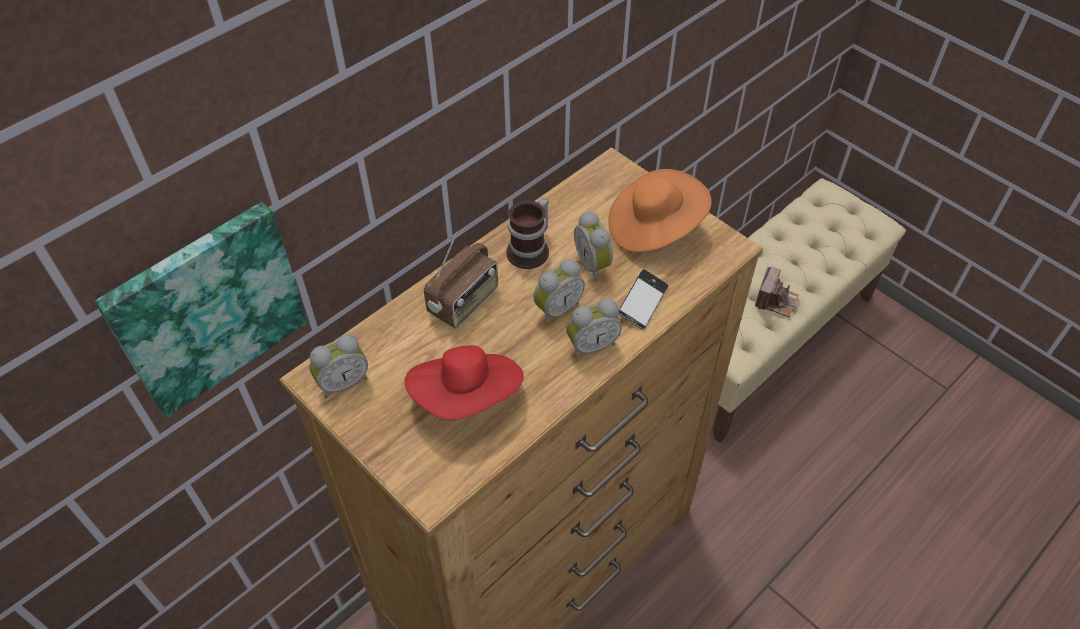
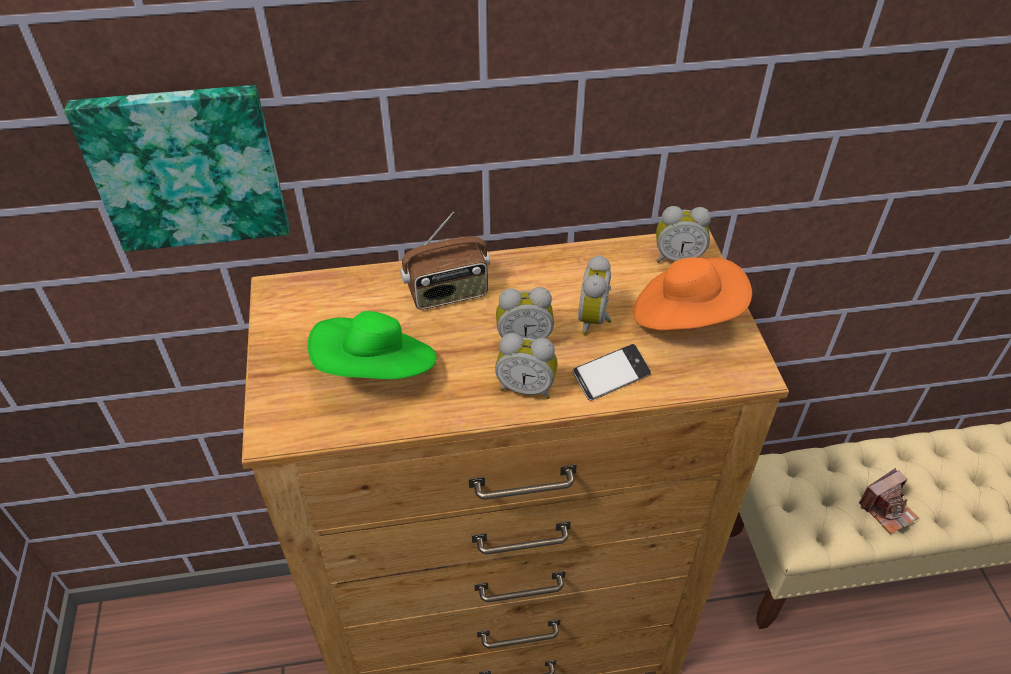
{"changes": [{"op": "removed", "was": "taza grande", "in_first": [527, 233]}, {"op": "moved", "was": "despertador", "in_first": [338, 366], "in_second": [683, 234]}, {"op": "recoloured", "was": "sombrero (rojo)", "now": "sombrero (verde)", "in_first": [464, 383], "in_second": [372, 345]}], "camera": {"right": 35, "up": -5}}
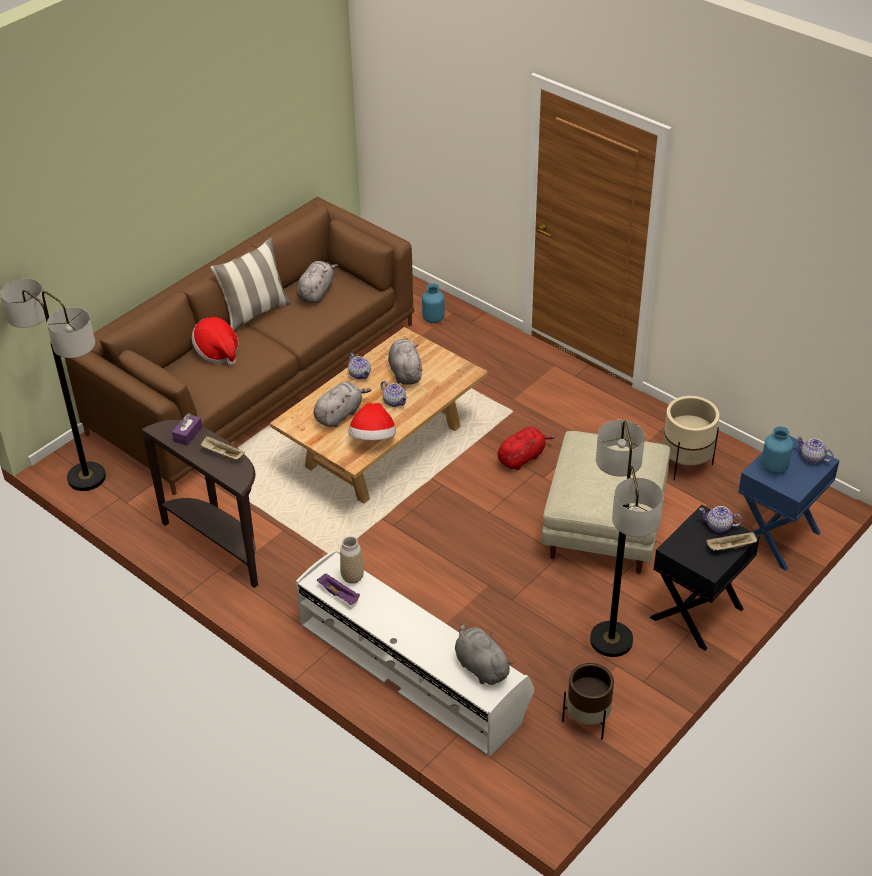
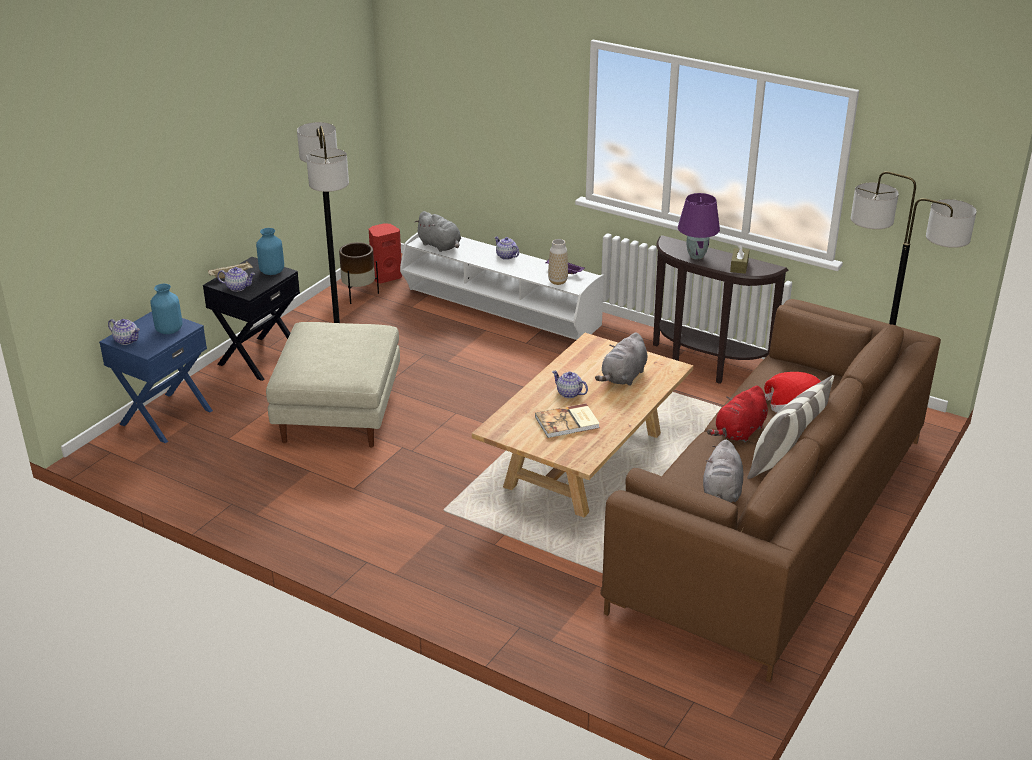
{"changes": [{"op": "removed", "was": "sombrero", "in_first": [372, 421]}, {"op": "removed", "was": "maceta (beis)", "in_first": [690, 438]}, {"op": "added", "now": "altavoz (rojo)", "in_second": [385, 253]}, {"op": "moved", "was": "tetera", "in_first": [359, 366], "in_second": [506, 248]}, {"op": "moved", "was": "florero (azul)", "in_first": [433, 303], "in_second": [270, 251]}, {"op": "moved", "was": "peluche (rojo)", "in_first": [526, 448], "in_second": [737, 414]}, {"op": "replaced", "was": "bandeja (beis)", "now": "lámpara de mesa (morado)", "in_first": [222, 447], "in_second": [699, 226]}, {"op": "replaced", "was": "peluche (gris)", "now": "libro", "in_first": [405, 361], "in_second": [567, 420]}, {"op": "recoloured", "was": "caja de pañuelos (morado)", "now": "caja de pañuelos (marrón)", "in_first": [187, 429], "in_second": [739, 259]}], "camera": {"right": 170, "up": -10}}
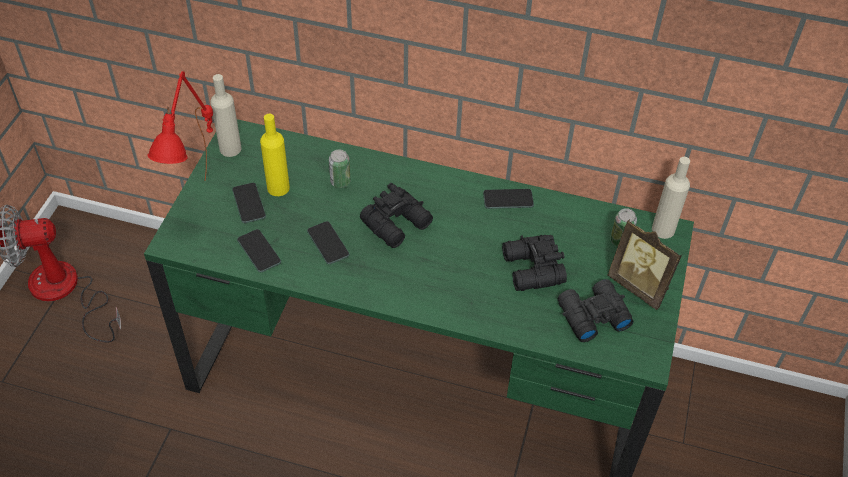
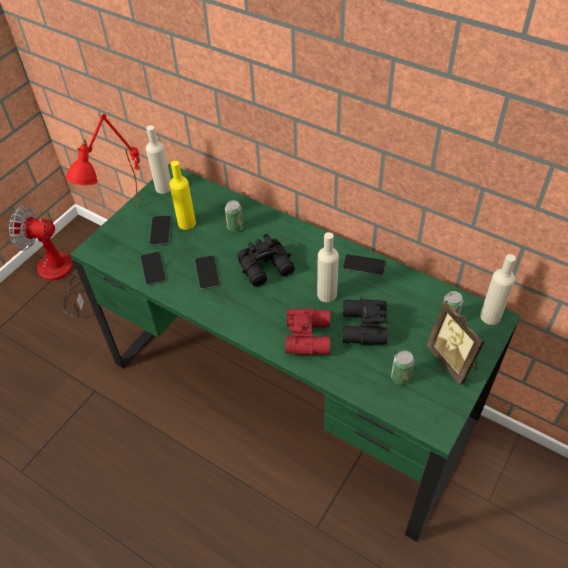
{"changes": [{"op": "added", "now": "prismáticos (rojo)", "in_second": [307, 331]}, {"op": "added", "now": "botella (beis)", "in_second": [328, 267]}, {"op": "replaced", "was": "prismáticos (negro)", "now": "lata", "in_first": [595, 310], "in_second": [402, 367]}], "camera": {"right": 20, "up": 0}}
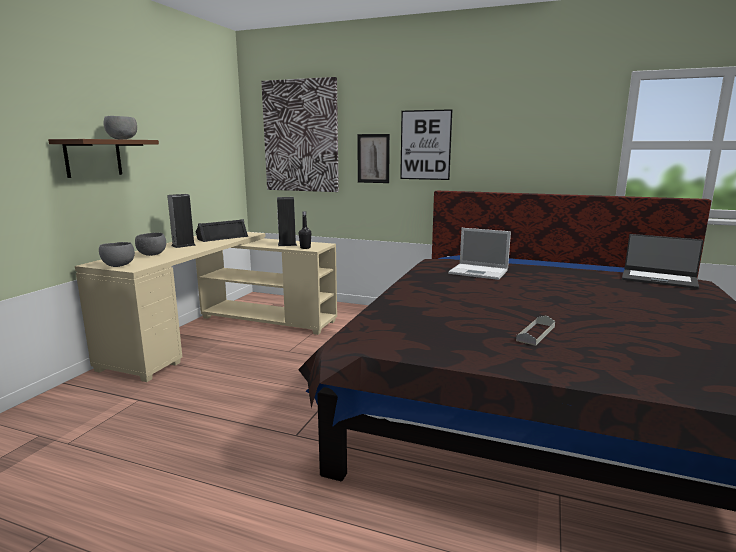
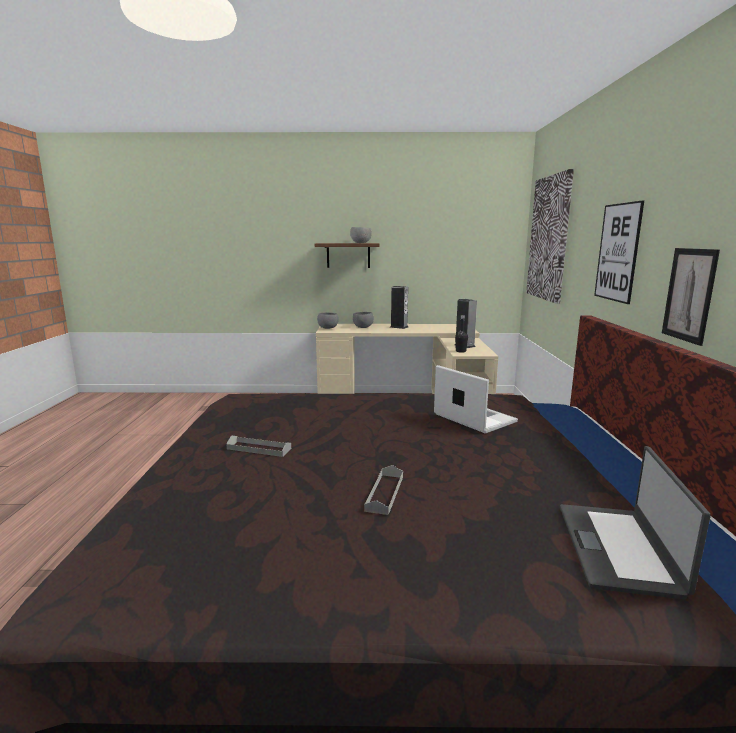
{"changes": [{"op": "removed", "was": "altavoz (negro)", "in_first": [222, 230]}, {"op": "added", "now": "bandeja (gris)", "in_second": [383, 490]}, {"op": "moved", "was": "cuadro", "in_first": [373, 158], "in_second": [691, 297]}, {"op": "turned", "was": "portátil", "in_first": [479, 254], "in_second": [476, 399], "clockwise": 135}], "camera": {"right": 70, "up": 0}}
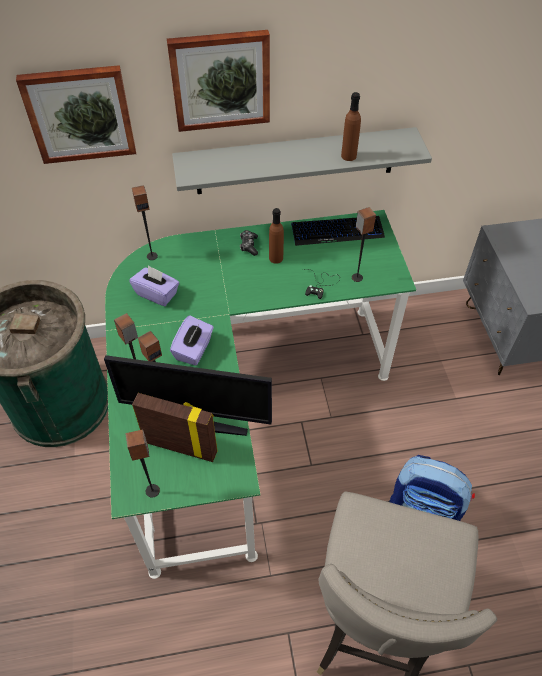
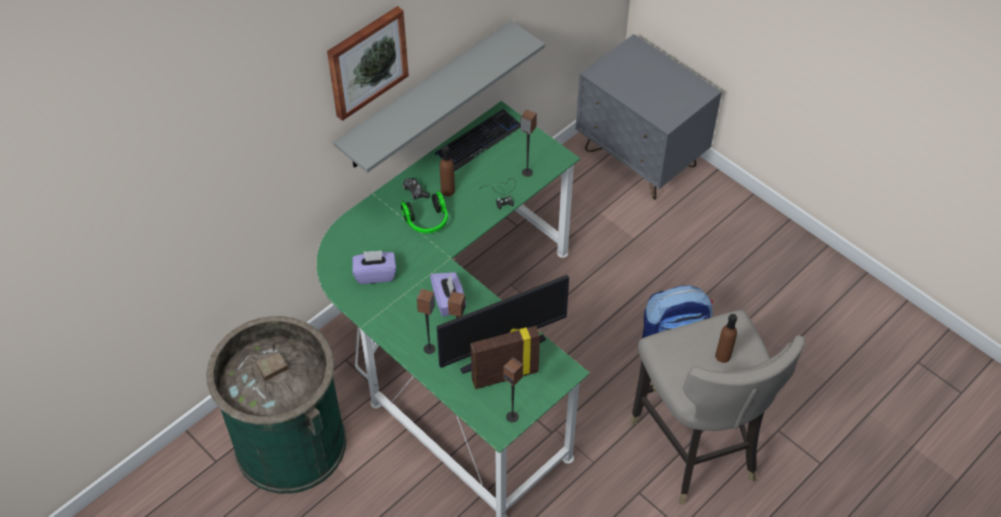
{"changes": [{"op": "removed", "was": "cuadro", "in_first": [76, 114]}, {"op": "removed", "was": "altavoz", "in_first": [145, 222]}, {"op": "added", "now": "auriculares", "in_second": [424, 212]}, {"op": "moved", "was": "botella (marrón)", "in_first": [351, 126], "in_second": [726, 338]}], "camera": {"right": -35, "up": 0}}
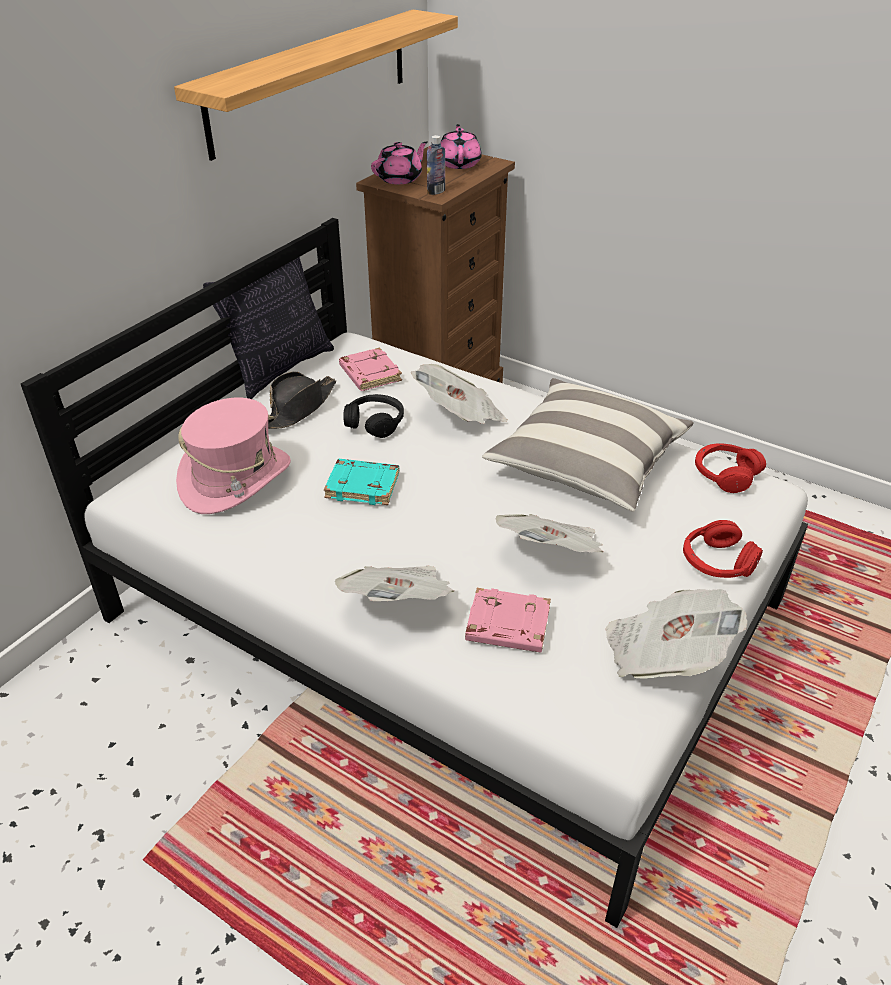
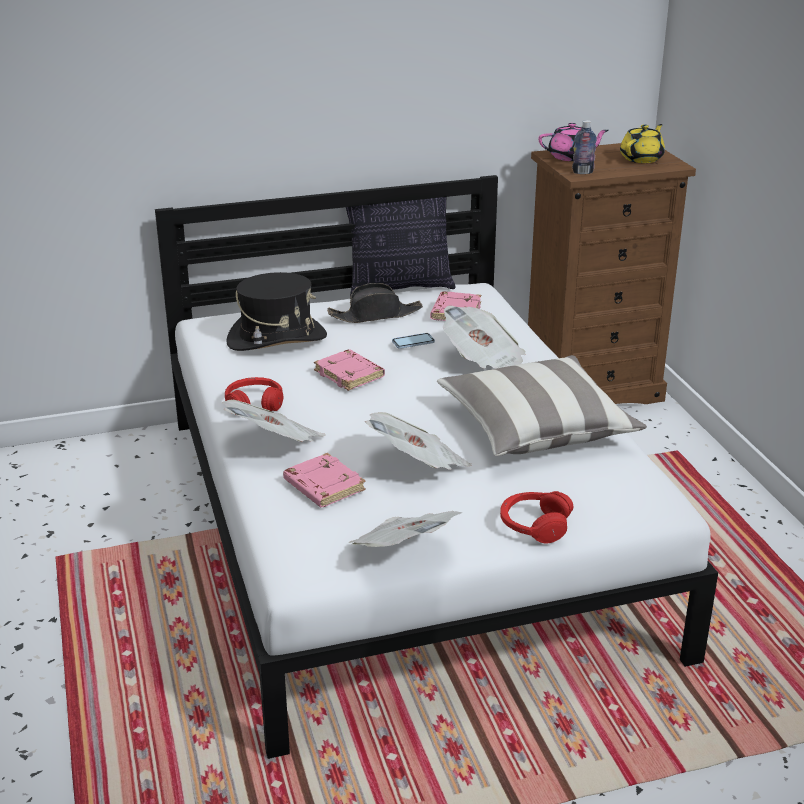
{"changes": [{"op": "removed", "was": "estante", "in_first": [316, 85]}, {"op": "moved", "was": "auriculares (rojo)", "in_first": [730, 468], "in_second": [254, 396]}, {"op": "replaced", "was": "auriculares (negro)", "now": "móvil", "in_first": [373, 416], "in_second": [413, 341]}, {"op": "recoloured", "was": "sombrero (rosa)", "now": "sombrero (negro)", "in_first": [233, 456], "in_second": [276, 311]}, {"op": "recoloured", "was": "libro (turquesa)", "now": "libro (rosa)", "in_first": [361, 482], "in_second": [349, 370]}, {"op": "recoloured", "was": "tetera (rosa)", "now": "tetera (amarillo)", "in_first": [461, 146], "in_second": [642, 143]}], "camera": {"right": 40, "up": -10}}
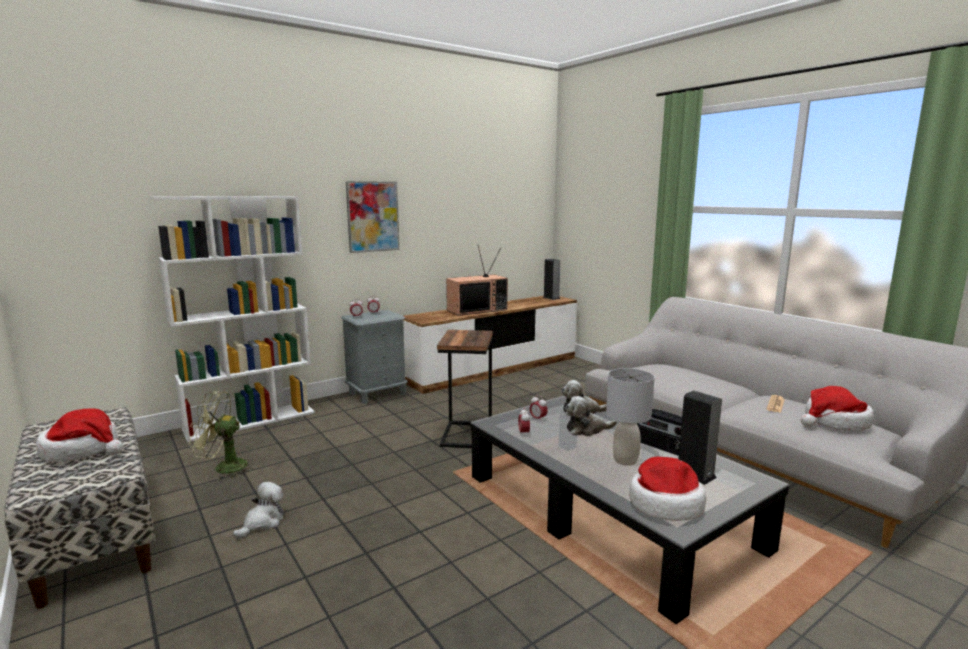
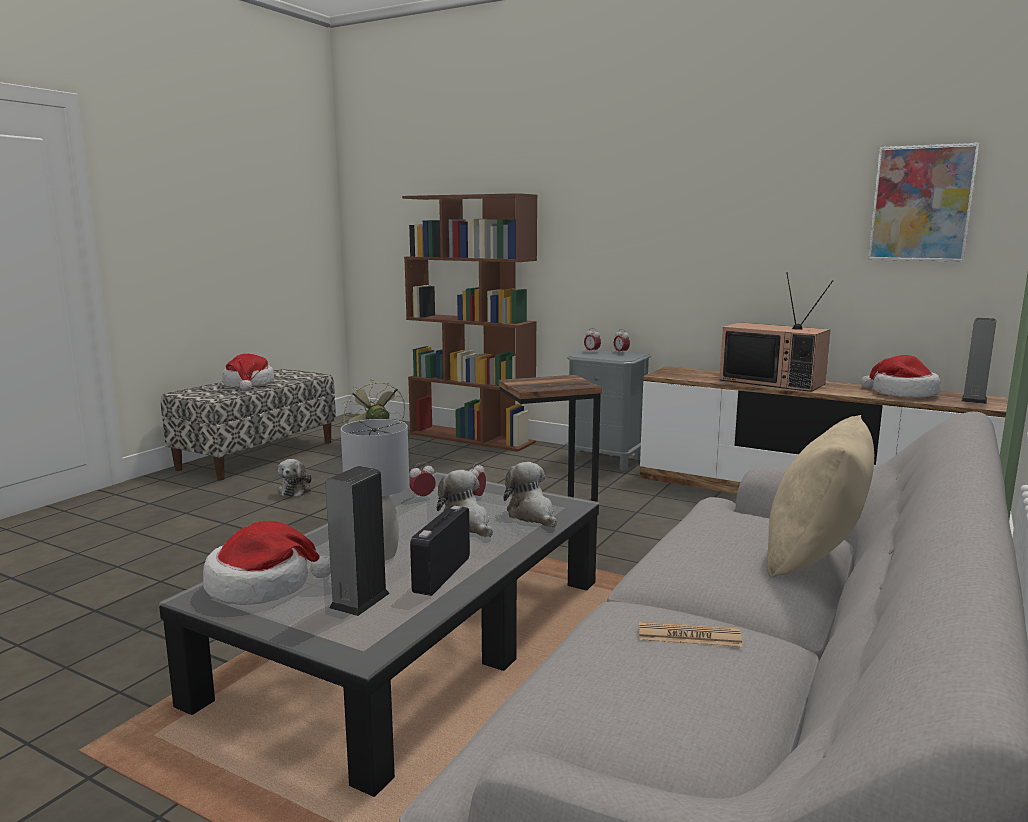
{"changes": [{"op": "added", "now": "cojín (beis)", "in_second": [820, 496]}, {"op": "moved", "was": "cuadro", "in_first": [373, 217], "in_second": [923, 202]}, {"op": "moved", "was": "sombrero", "in_first": [837, 408], "in_second": [901, 376]}, {"op": "recoloured", "was": "estantería (blanco)", "now": "estantería (marrón)", "in_first": [232, 319], "in_second": [469, 322]}, {"op": "turned", "was": "peluche", "in_first": [258, 510], "in_second": [295, 478], "clockwise": 90}], "camera": {"right": 65, "up": 0}}
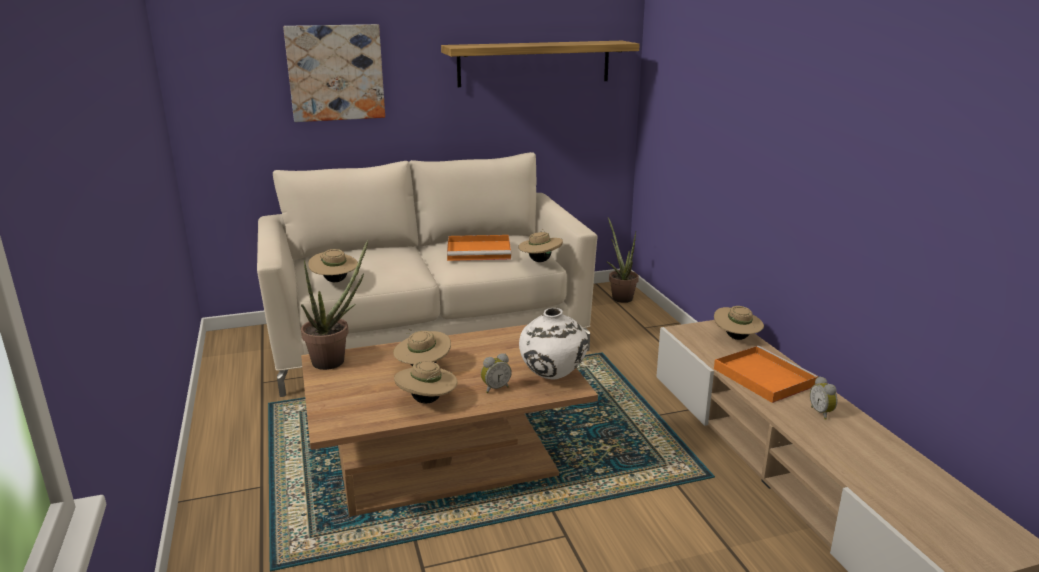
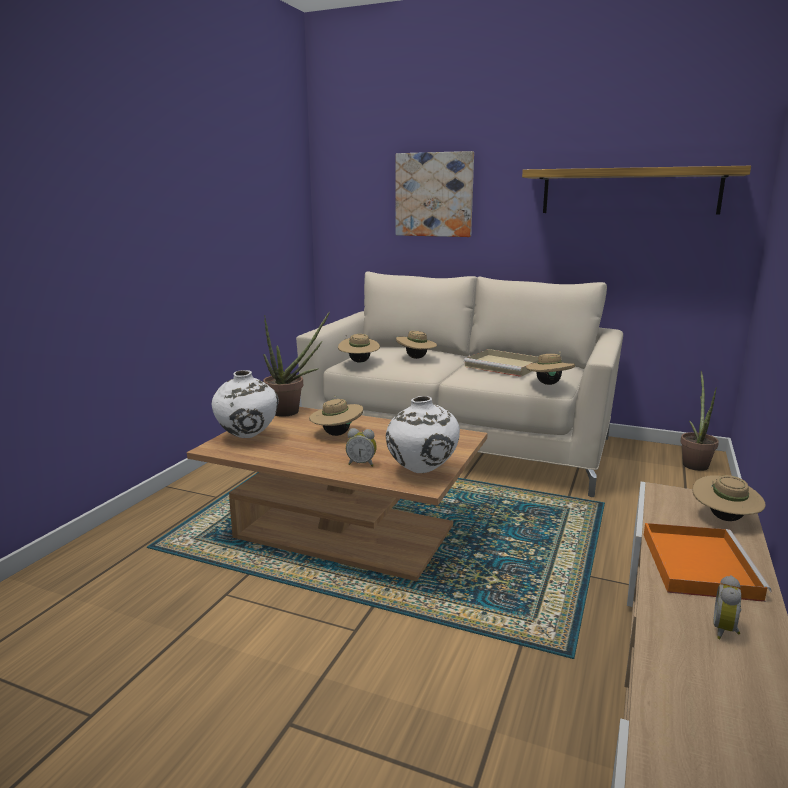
{"changes": [{"op": "added", "now": "florero (blanco)", "in_second": [245, 404]}, {"op": "moved", "was": "sombrero (beis)", "in_first": [426, 382], "in_second": [416, 345]}, {"op": "recoloured", "was": "bandeja (naranja)", "now": "bandeja (beis)", "in_first": [479, 248], "in_second": [501, 363]}], "camera": {"right": 40, "up": -5}}
